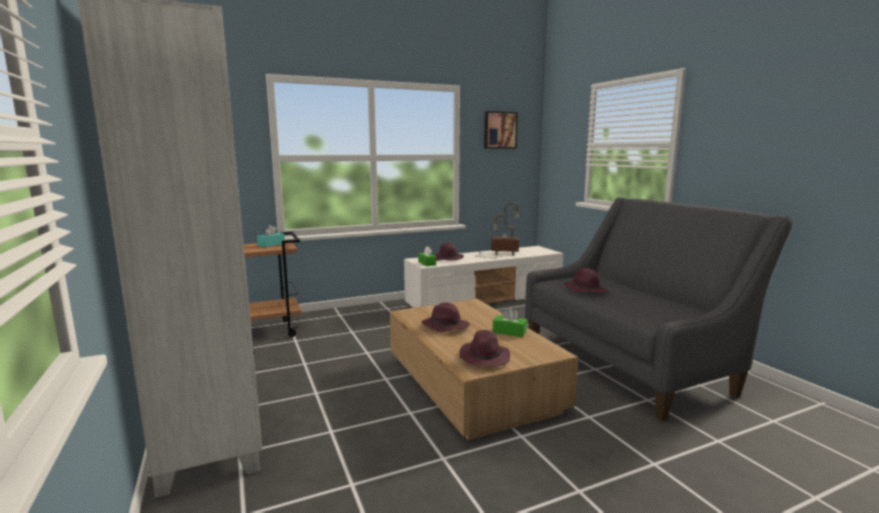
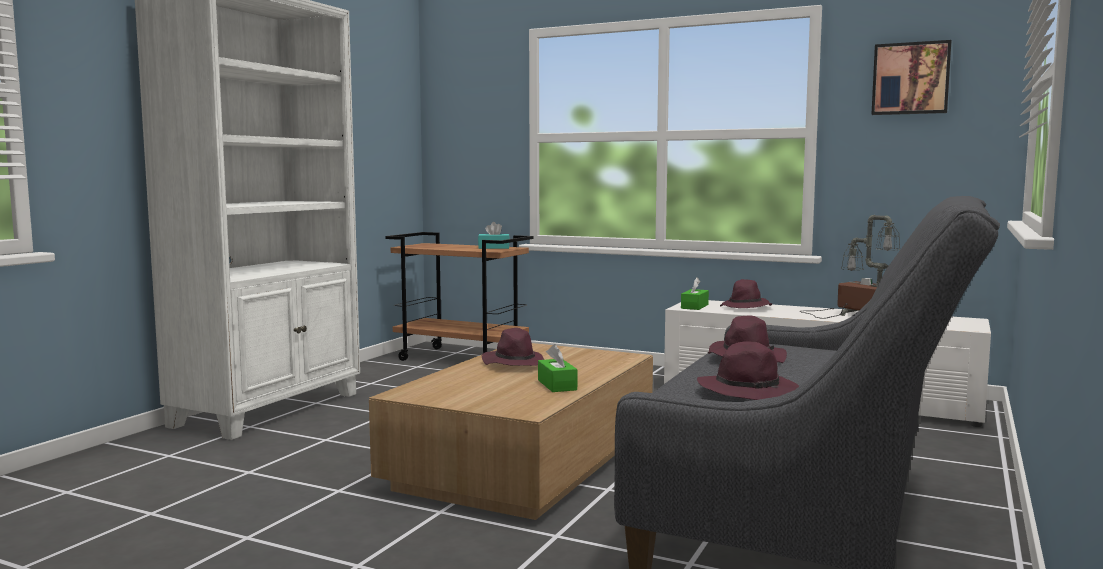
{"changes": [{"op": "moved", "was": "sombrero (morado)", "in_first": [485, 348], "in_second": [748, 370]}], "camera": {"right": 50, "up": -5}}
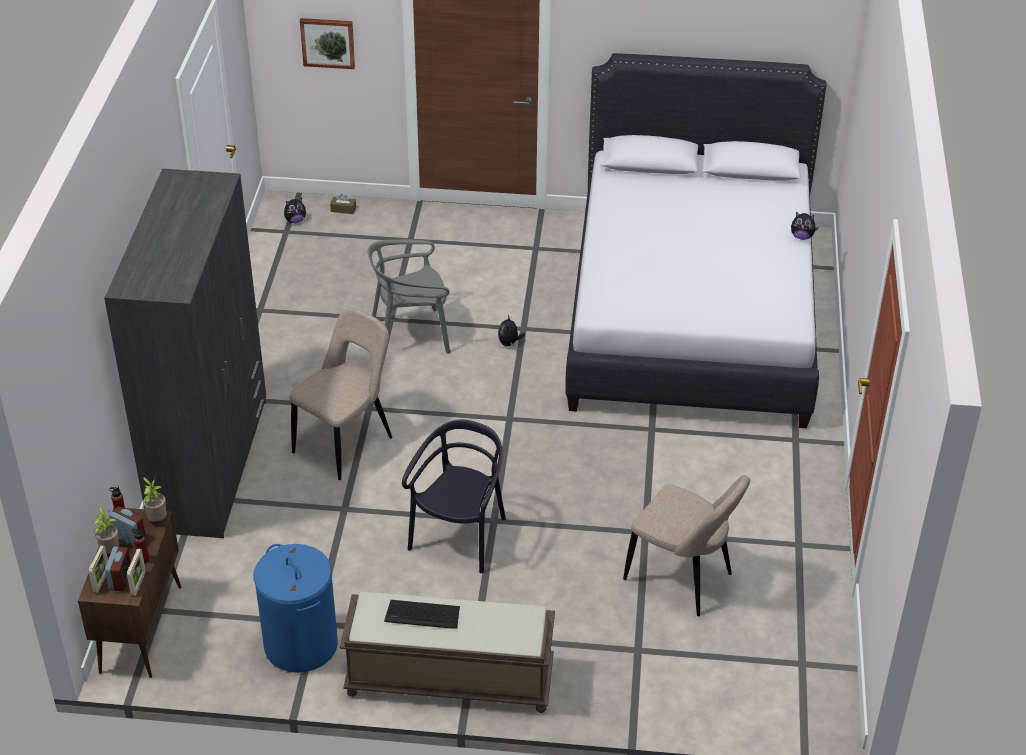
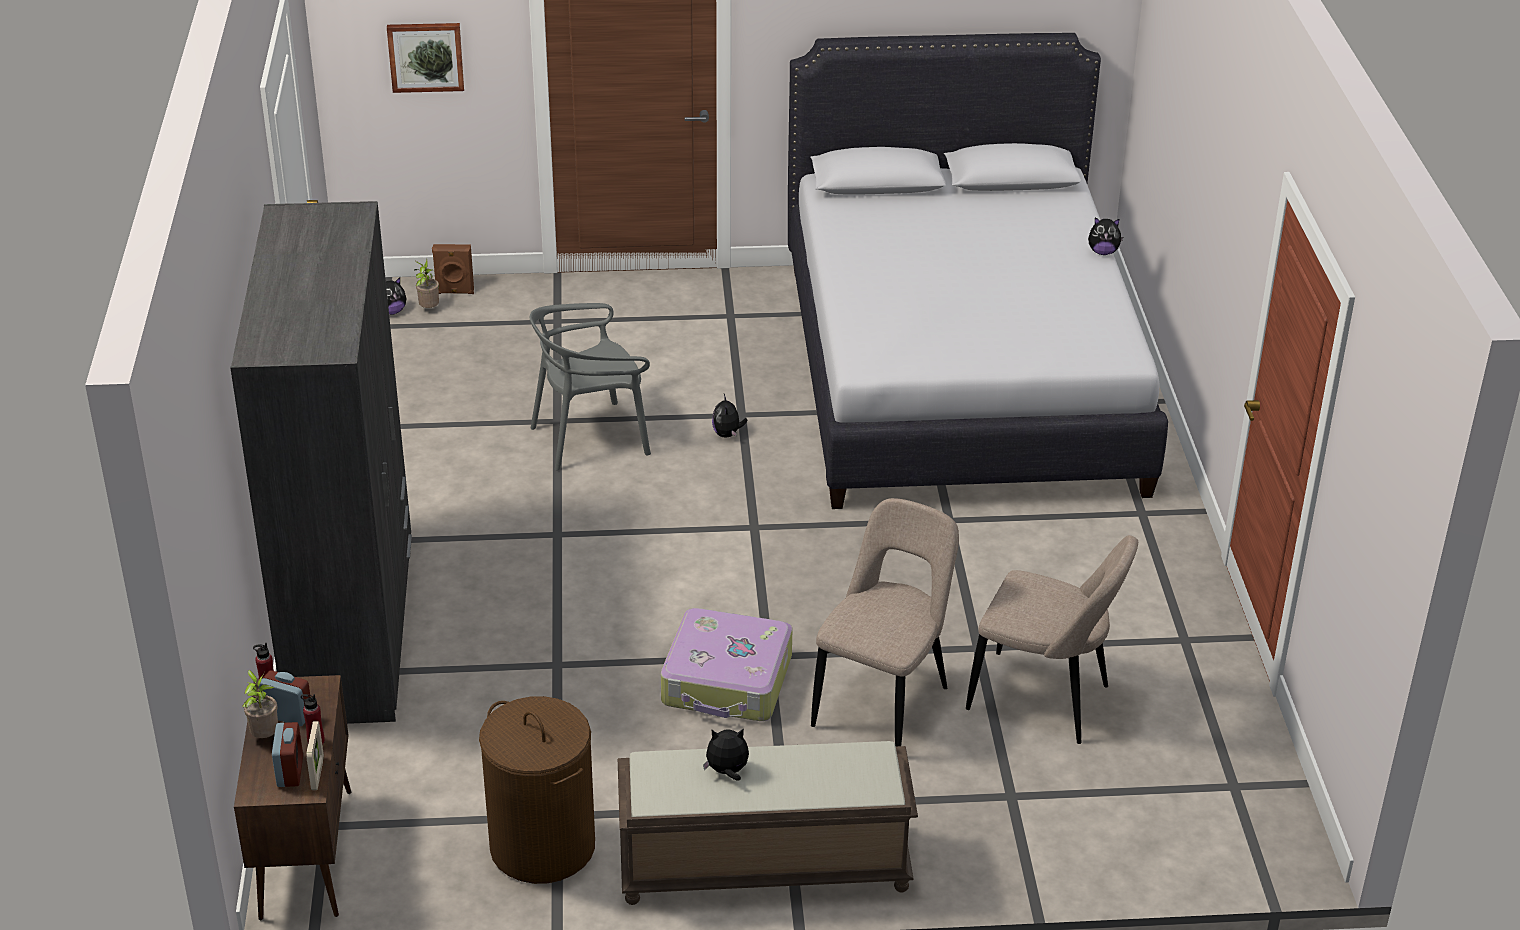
{"changes": [{"op": "removed", "was": "portarretratos", "in_first": [98, 569]}, {"op": "moved", "was": "planta en maceta", "in_first": [154, 499], "in_second": [426, 283]}, {"op": "moved", "was": "silla (beis)", "in_first": [341, 394], "in_second": [885, 622]}, {"op": "replaced", "was": "caja de pañuelos (marrón)", "now": "altavoz (marrón)", "in_first": [343, 204], "in_second": [453, 269]}, {"op": "replaced", "was": "teclado", "now": "peluche", "in_first": [422, 614], "in_second": [726, 754]}, {"op": "replaced", "was": "silla (negro)", "now": "maleta", "in_first": [454, 496], "in_second": [727, 664]}, {"op": "recoloured", "was": "cesto de la ropa (azul)", "now": "cesto de la ropa (marrón)", "in_first": [296, 608], "in_second": [537, 790]}], "camera": {"right": -10, "up": -5}}
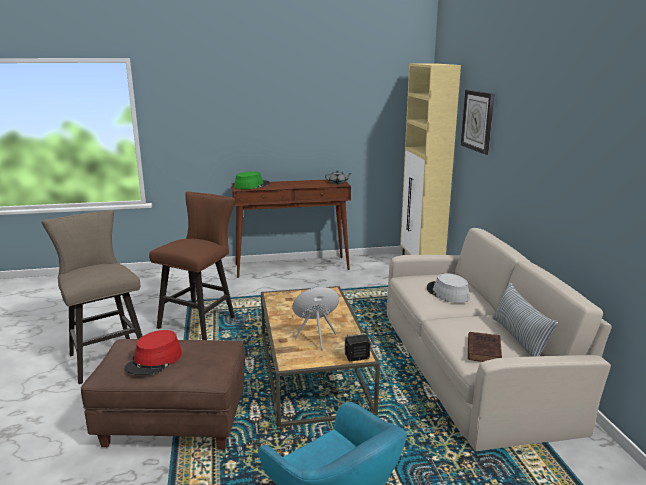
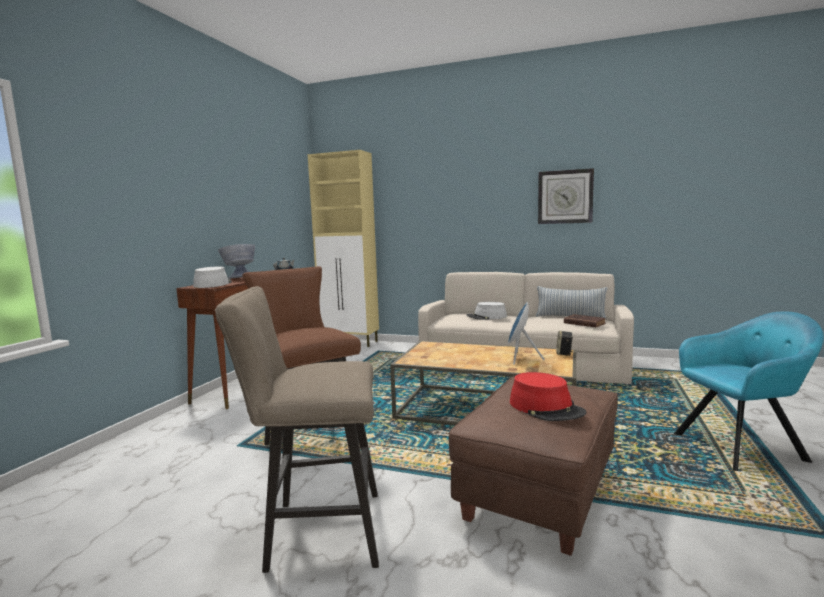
{"changes": [{"op": "added", "now": "cuenco (gris)", "in_second": [236, 261]}, {"op": "moved", "was": "reloj de pared", "in_first": [477, 122], "in_second": [566, 196]}, {"op": "recoloured", "was": "sombrero (verde)", "now": "sombrero (gris)", "in_first": [252, 180], "in_second": [212, 277]}], "camera": {"right": -60, "up": -10}}
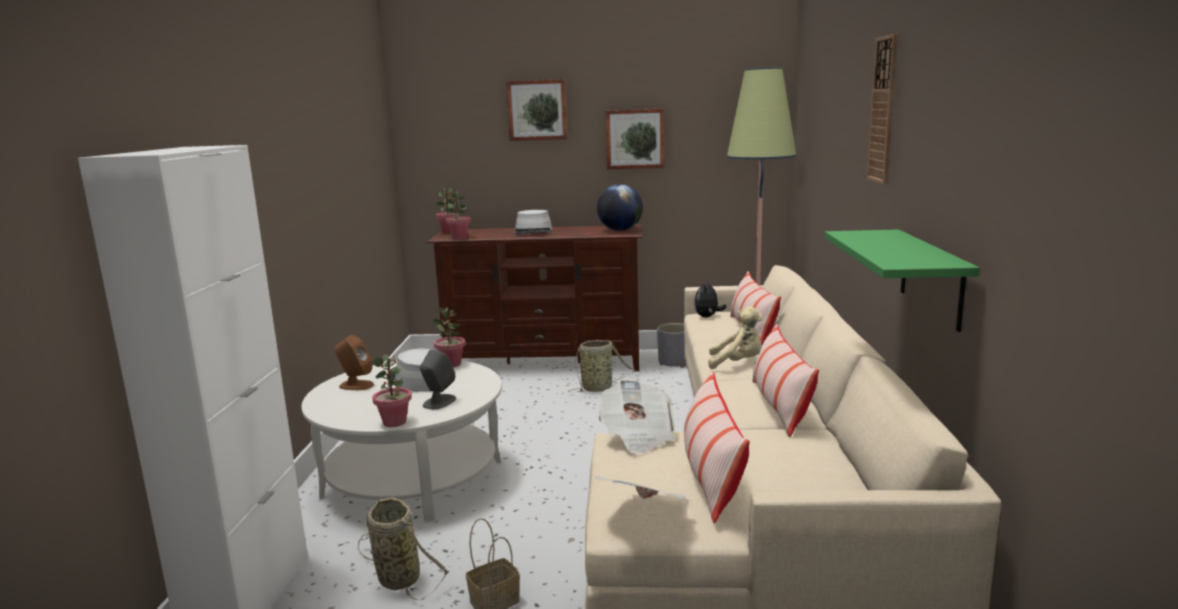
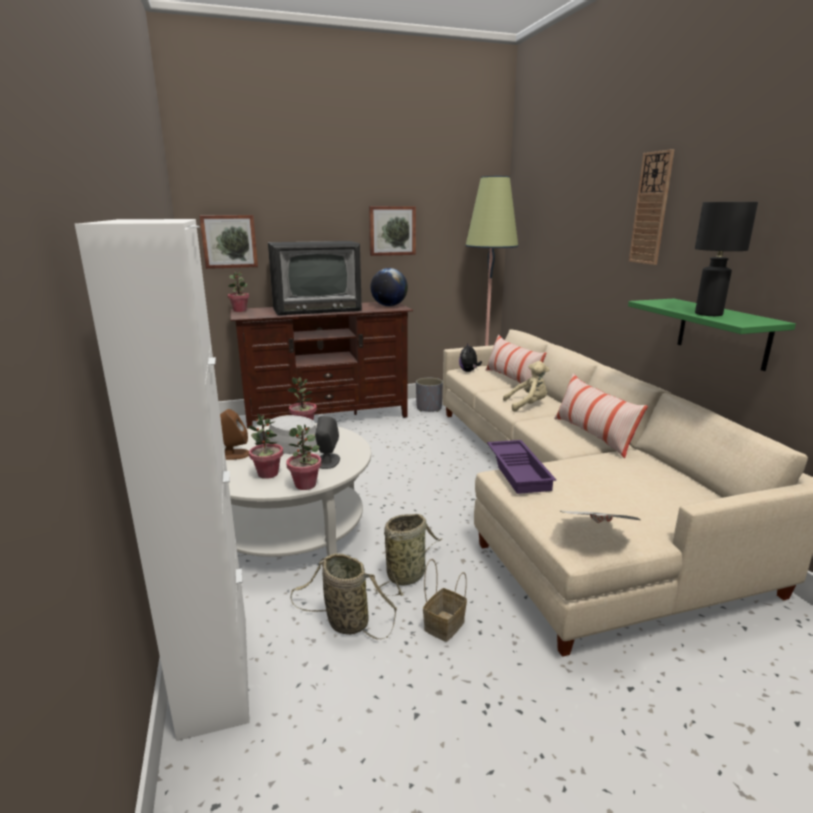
{"changes": [{"op": "removed", "was": "cojín", "in_first": [717, 447]}, {"op": "added", "now": "lámpara de mesa (negro)", "in_second": [726, 259]}, {"op": "moved", "was": "planta en maceta", "in_first": [458, 215], "in_second": [265, 446]}, {"op": "moved", "was": "cuadro", "in_first": [536, 110], "in_second": [228, 242]}, {"op": "moved", "was": "cesta", "in_first": [602, 366], "in_second": [409, 555]}, {"op": "replaced", "was": "sombrero (gris)", "now": "televisor", "in_first": [533, 222], "in_second": [315, 278]}, {"op": "replaced", "was": "periódico", "now": "bandeja (morado)", "in_first": [636, 417], "in_second": [521, 467]}], "camera": {"right": -20, "up": 5}}
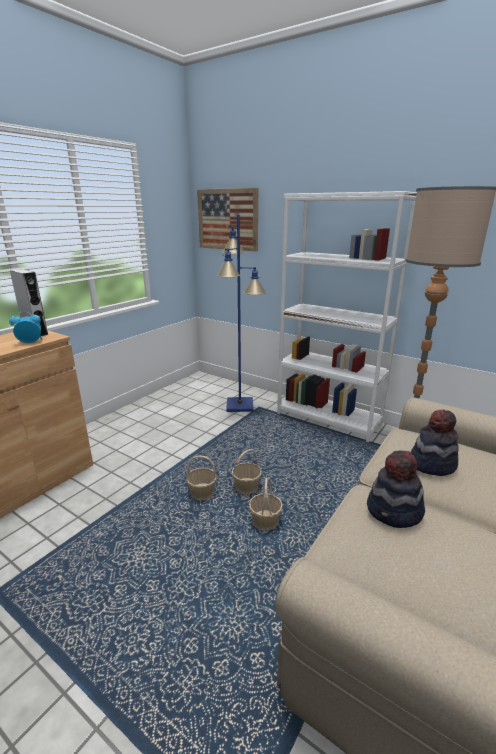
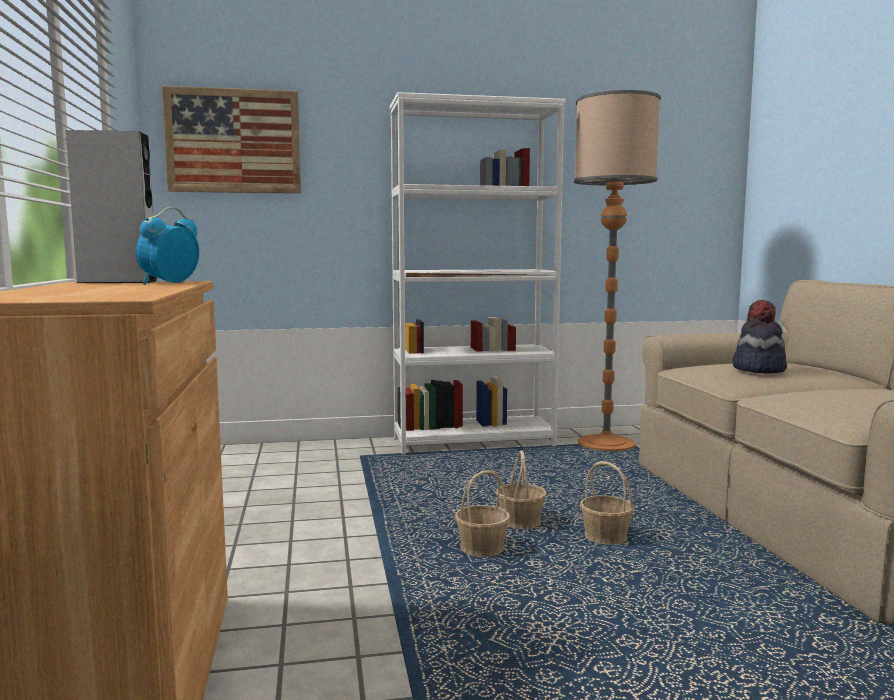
{"changes": [{"op": "removed", "was": "lámpara de pie (azul)", "in_first": [241, 313]}, {"op": "removed", "was": "sombrero", "in_first": [396, 489]}], "camera": {"right": -45, "up": -15}}
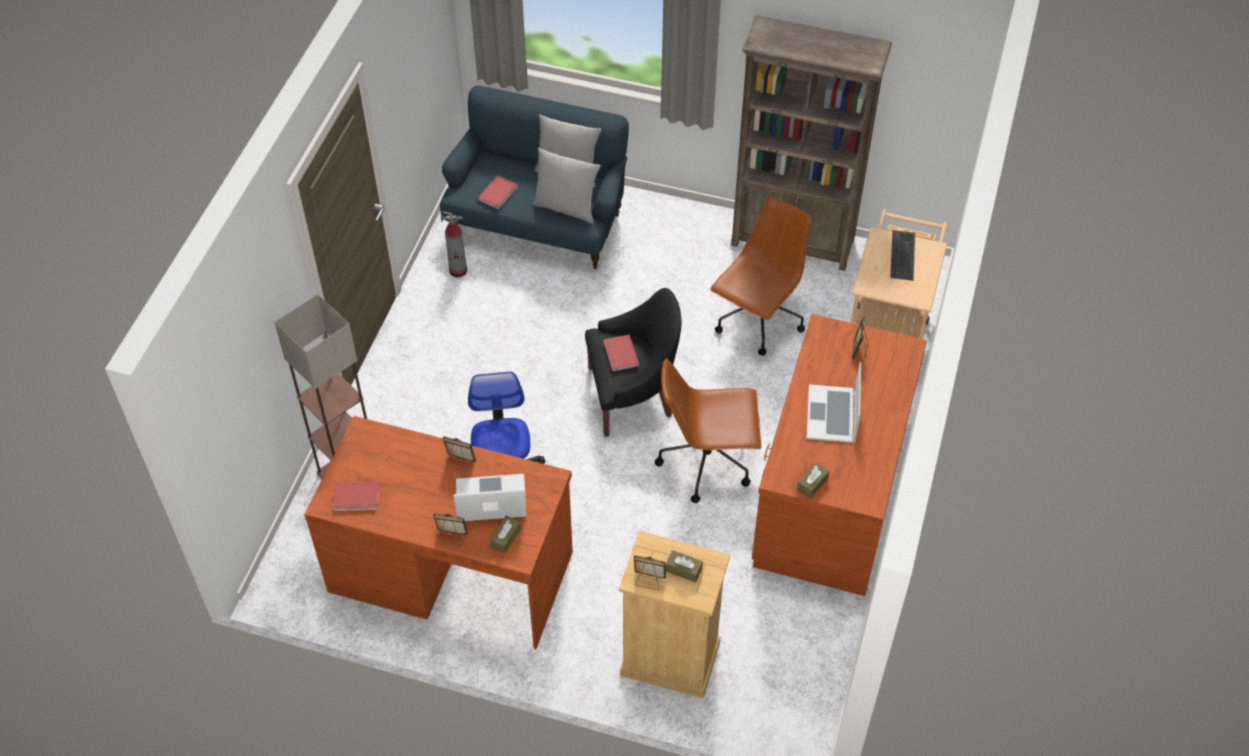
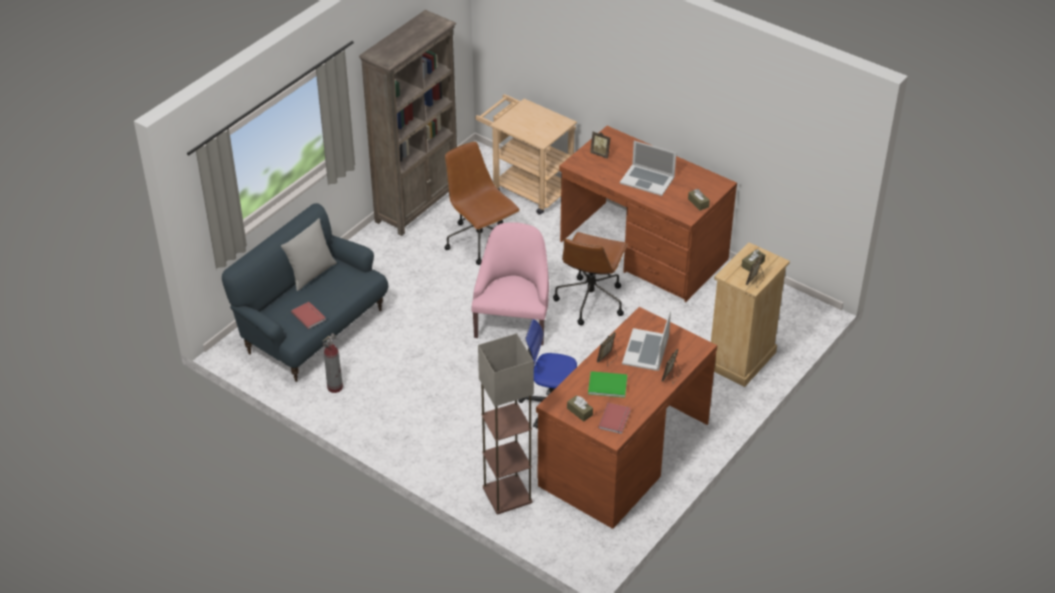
{"changes": [{"op": "removed", "was": "cojín (gris)", "in_first": [567, 186]}, {"op": "removed", "was": "libro (rojo)", "in_first": [621, 353]}, {"op": "removed", "was": "teclado", "in_first": [902, 255]}, {"op": "added", "now": "libro (verde)", "in_second": [607, 384]}, {"op": "moved", "was": "caja de pañuelos (marrón)", "in_first": [505, 534], "in_second": [580, 408]}, {"op": "recoloured", "was": "sillón (negro)", "now": "sillón (rosa)", "in_first": [633, 362], "in_second": [510, 283]}], "camera": {"right": -70, "up": -10}}
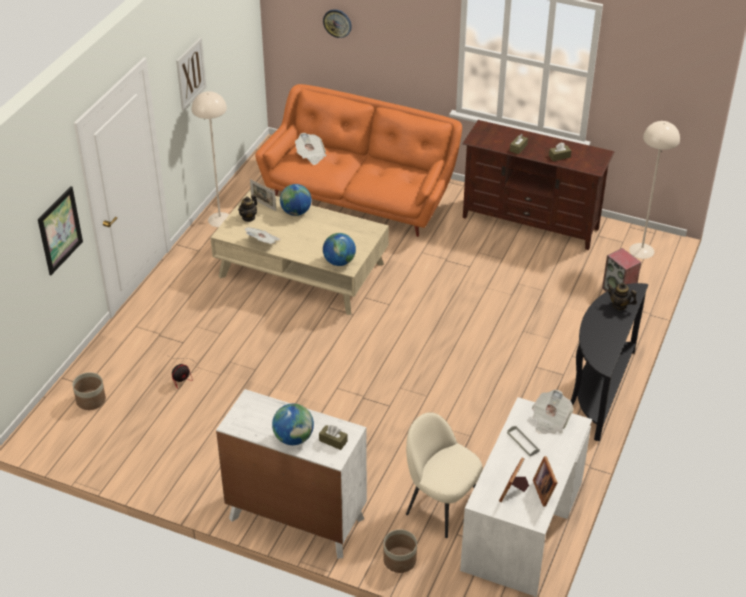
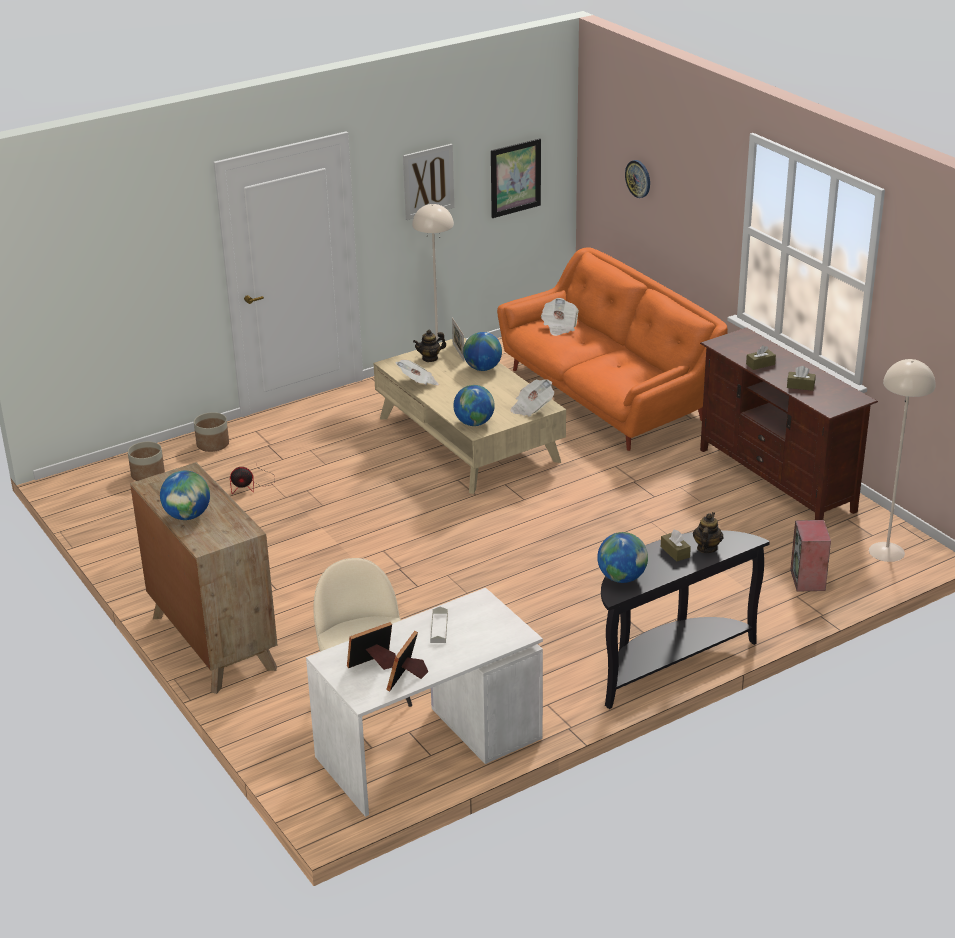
{"changes": [{"op": "added", "now": "globo terráqueo", "in_second": [622, 557]}, {"op": "moved", "was": "cuadro", "in_first": [60, 230], "in_second": [516, 178]}, {"op": "moved", "was": "caja de pañuelos (marrón)", "in_first": [333, 437], "in_second": [676, 545]}, {"op": "moved", "was": "maceta", "in_first": [400, 551], "in_second": [211, 432]}, {"op": "moved", "was": "periódico", "in_first": [552, 412], "in_second": [532, 398]}, {"op": "recoloured", "was": "cómoda (blanco)", "now": "cómoda (marrón)", "in_first": [291, 474], "in_second": [203, 578]}, {"op": "turned", "was": "tetera", "in_first": [622, 297], "in_second": [708, 532], "clockwise": 45}], "camera": {"right": 35, "up": -10}}
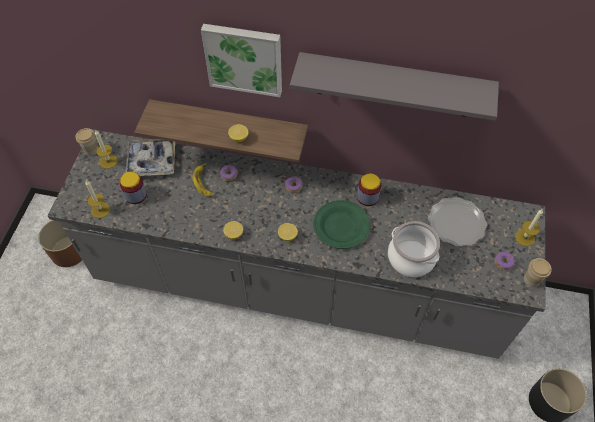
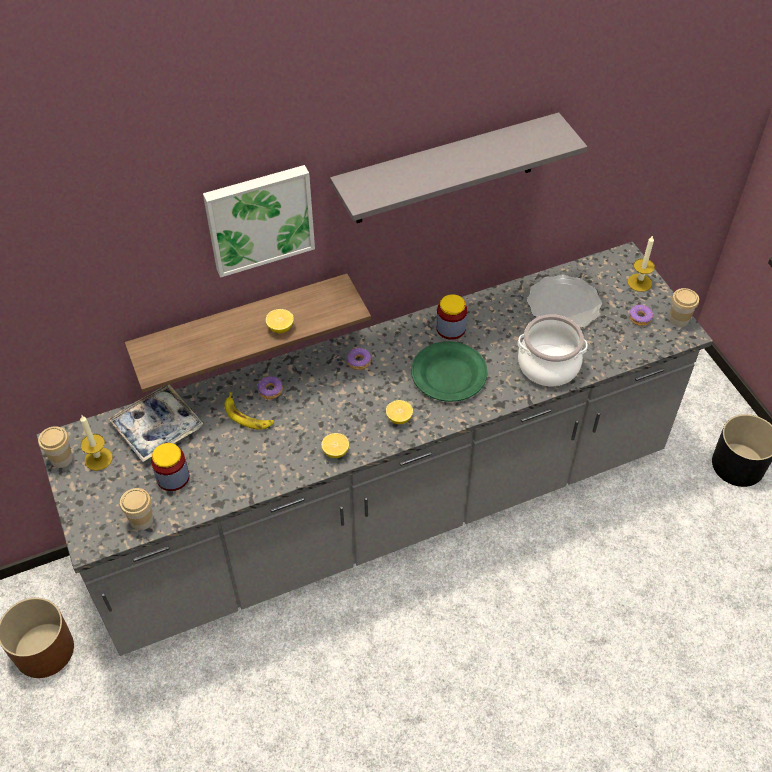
{"changes": [{"op": "replaced", "was": "vela", "now": "taza", "in_first": [97, 199], "in_second": [136, 509]}], "camera": {"right": -35, "up": -5}}
